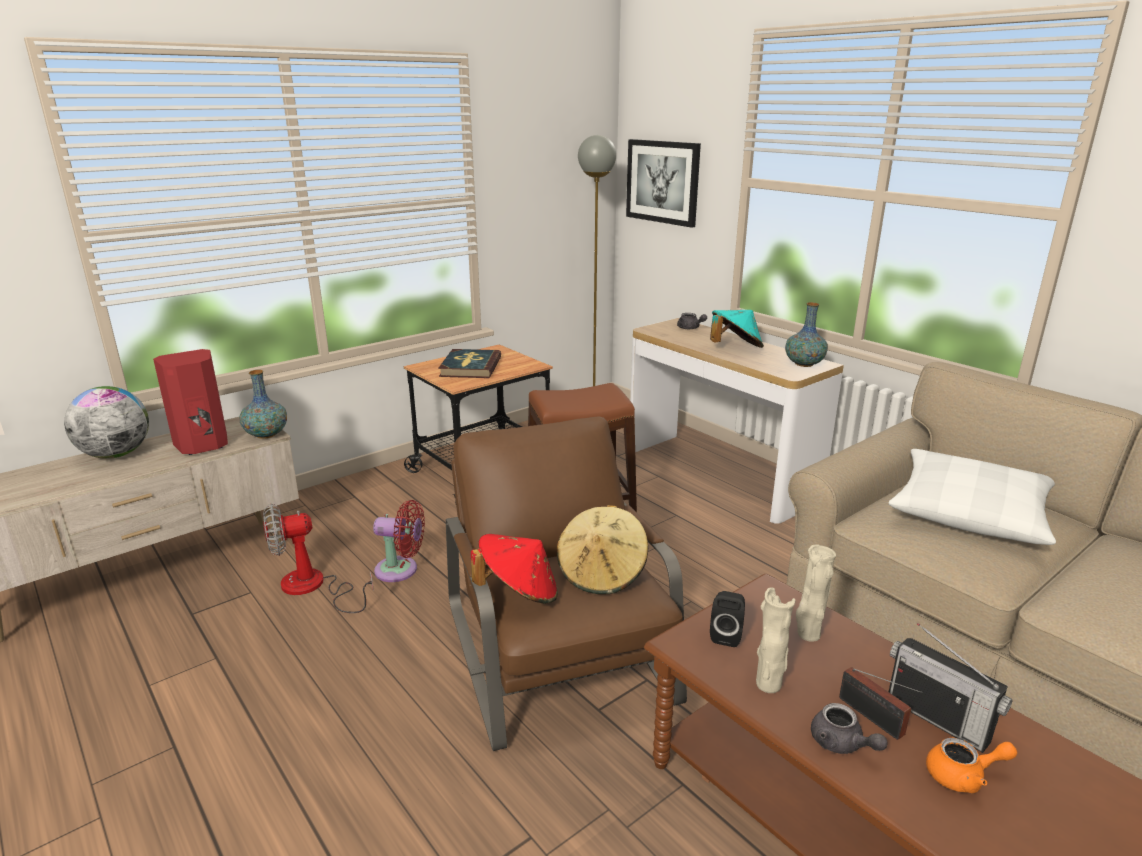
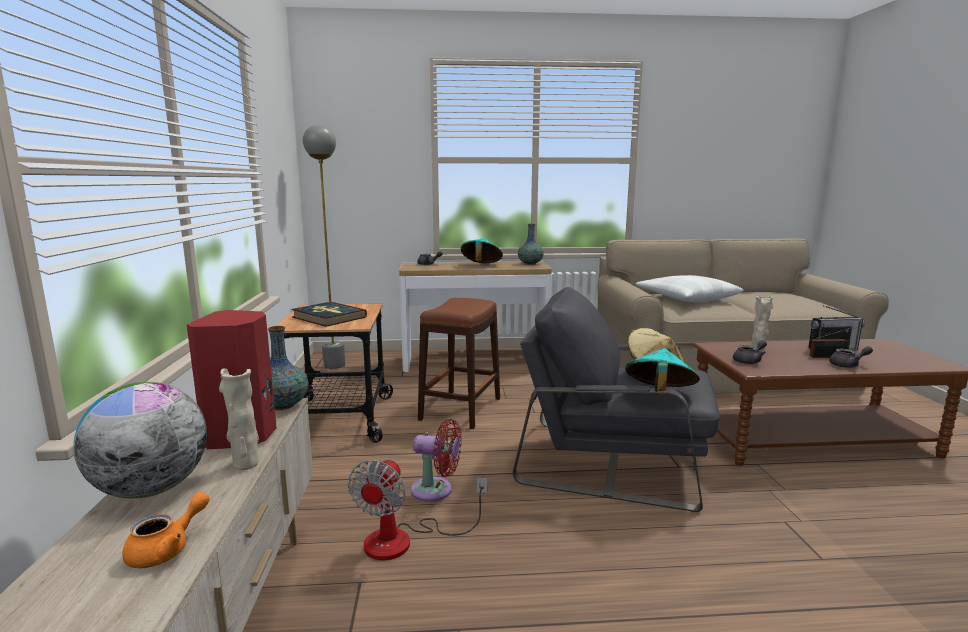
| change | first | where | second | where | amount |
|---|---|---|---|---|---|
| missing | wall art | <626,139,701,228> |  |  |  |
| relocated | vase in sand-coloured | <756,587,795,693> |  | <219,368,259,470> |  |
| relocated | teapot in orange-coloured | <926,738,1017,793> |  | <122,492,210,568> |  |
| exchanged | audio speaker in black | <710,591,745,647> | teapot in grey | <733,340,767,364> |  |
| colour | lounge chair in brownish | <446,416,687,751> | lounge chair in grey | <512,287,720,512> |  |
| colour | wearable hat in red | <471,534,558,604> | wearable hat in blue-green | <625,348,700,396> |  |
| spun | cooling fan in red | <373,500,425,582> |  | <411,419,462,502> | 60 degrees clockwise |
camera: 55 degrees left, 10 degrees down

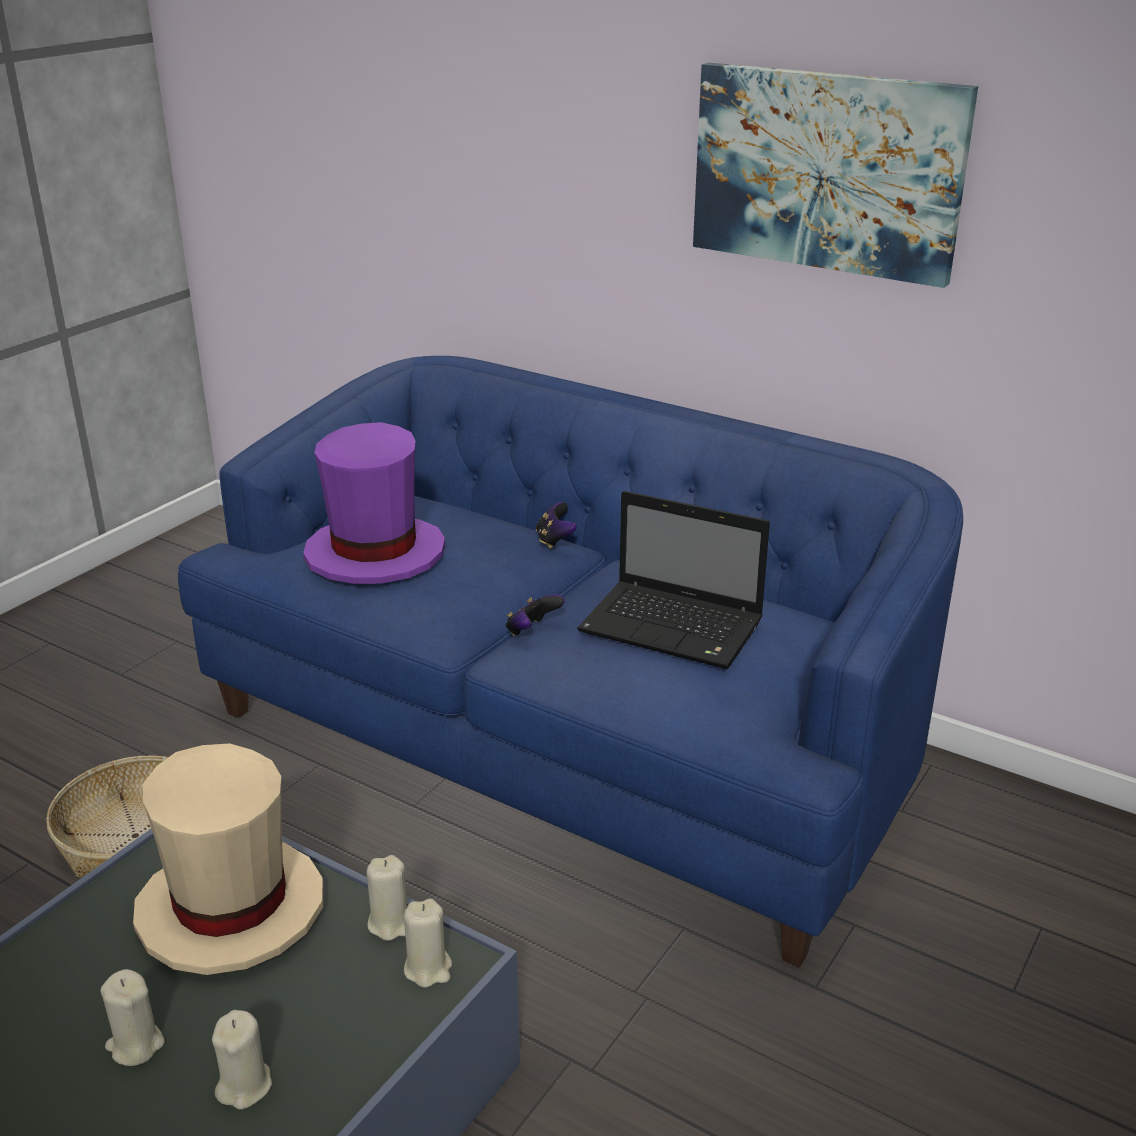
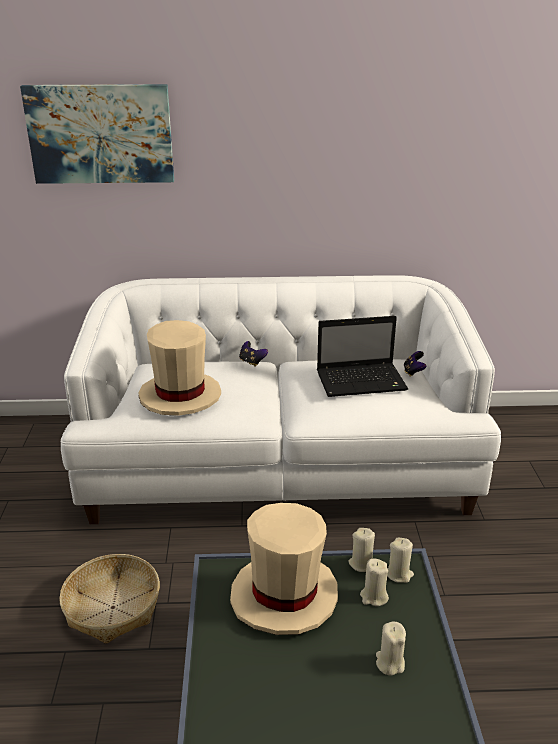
| change | first | where | second | where | amount |
|---|---|---|---|---|---|
| relocated | candle in sand-coloured | <100,969,165,1066> |  | <360,559,389,606> |  |
| relocated | gamepad | <506,594,565,636> |  | <404,351,426,377> |  |
| relocated | wall art | <693,63,978,288> |  | <20,84,174,184> |  |
| colour | settee in bluish | <178,356,963,967> | settee in white-coloured | <61,275,501,524> |  |
| colour | wearable hat in purple-coloured | <303,422,445,584> | wearable hat in sand-coloured | <138,320,221,416> |  |
camera: 35 degrees left, 0 degrees up

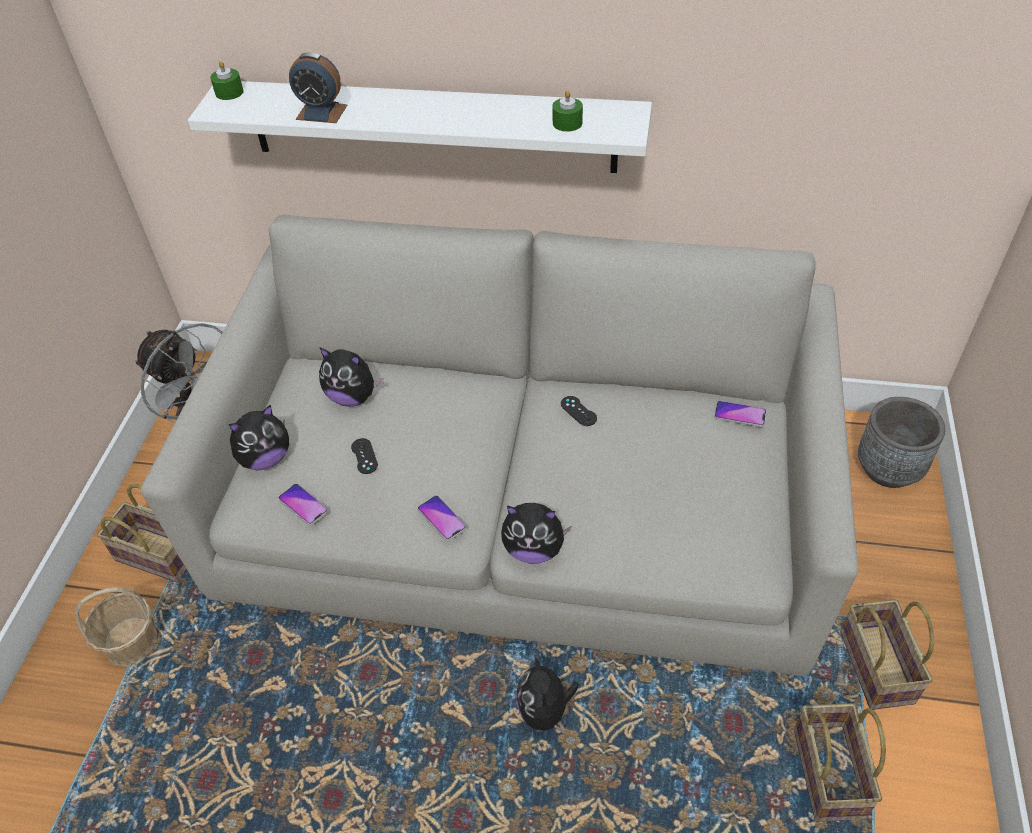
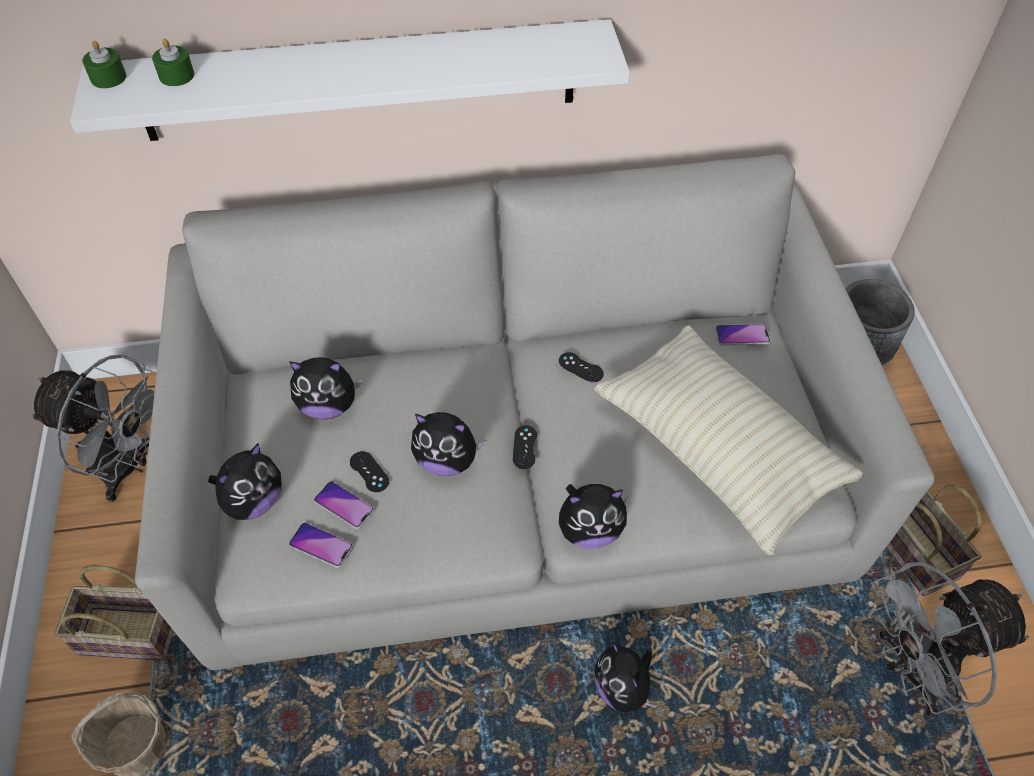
| change | first | where | second | where | amount |
|---|---|---|---|---|---|
| missing | table clock | <289,52,347,123> |  |  |  |
| appeared |  |  | cuddly toy | <411,412,486,476> |  |
| appeared |  |  | gamepad in black | <513,425,537,469> |  |
| appeared |  |  | cushion in sand-coloured | <594,325,864,555> |  |
| relocated | phone | <418,496,466,541> |  | <314,481,374,529> |  |
| relocated | candle in greenish | <552,90,583,132> |  | <152,38,194,86> |  |
| exchanged | basket | <794,703,886,822> | cooling fan in grey | <868,562,1029,719> |  |
camera: 20 degrees left, 5 degrees up

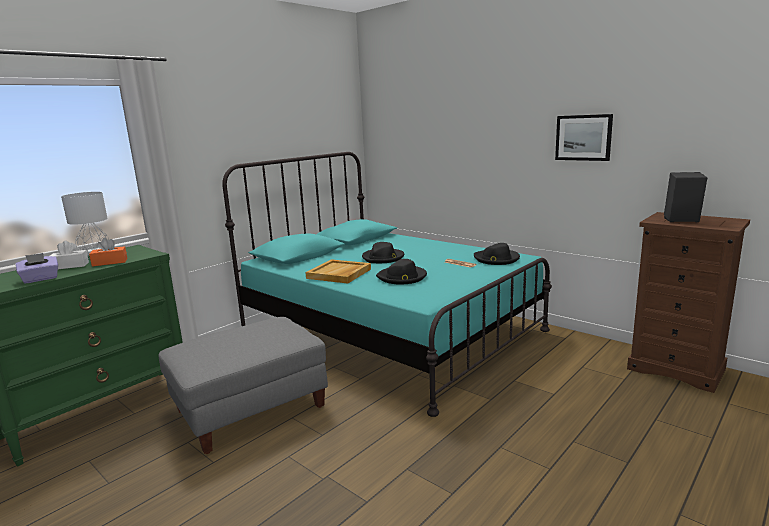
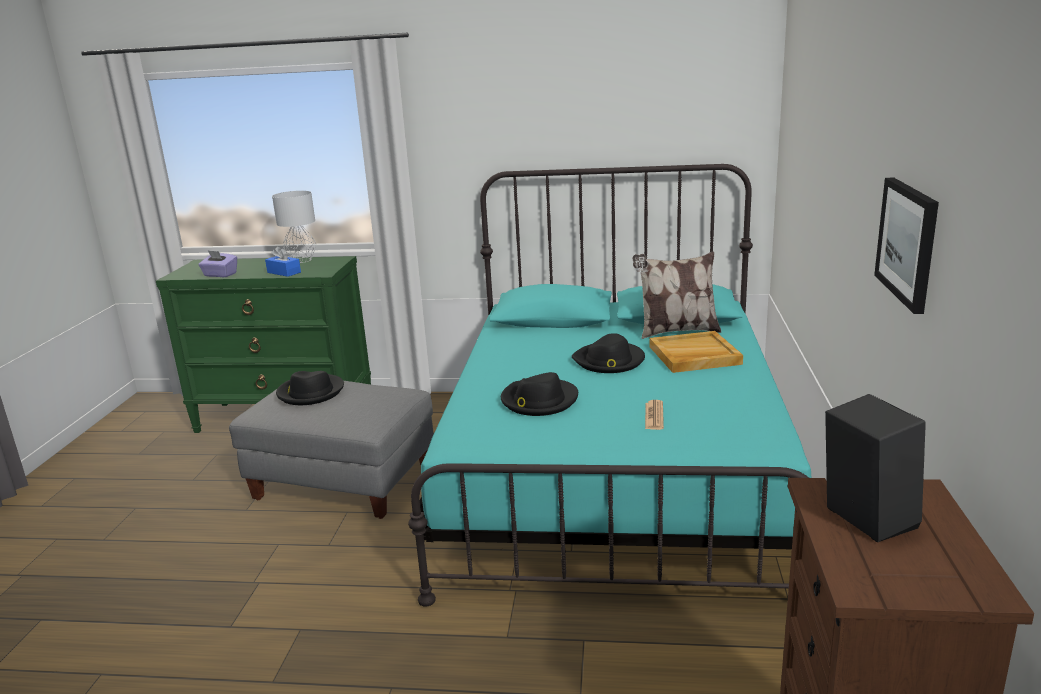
| change | first | where | second | where | amount |
|---|---|---|---|---|---|
| missing | box of tissues in white-coloured | <50,241,89,269> |  |  |  |
| appeared |  |  | cushion | <632,252,721,339> |  |
| relocated | carrying tray in sand-coloured | <305,259,371,284> |  | <650,331,743,373> |  |
| relocated | wearable hat in black | <474,243,520,265> |  | <276,371,344,405> |  |
| colour | box of tissues in orange-coloured | <89,238,128,267> | box of tissues in bluish | <265,246,301,277> |  |
camera: 55 degrees right, 5 degrees up

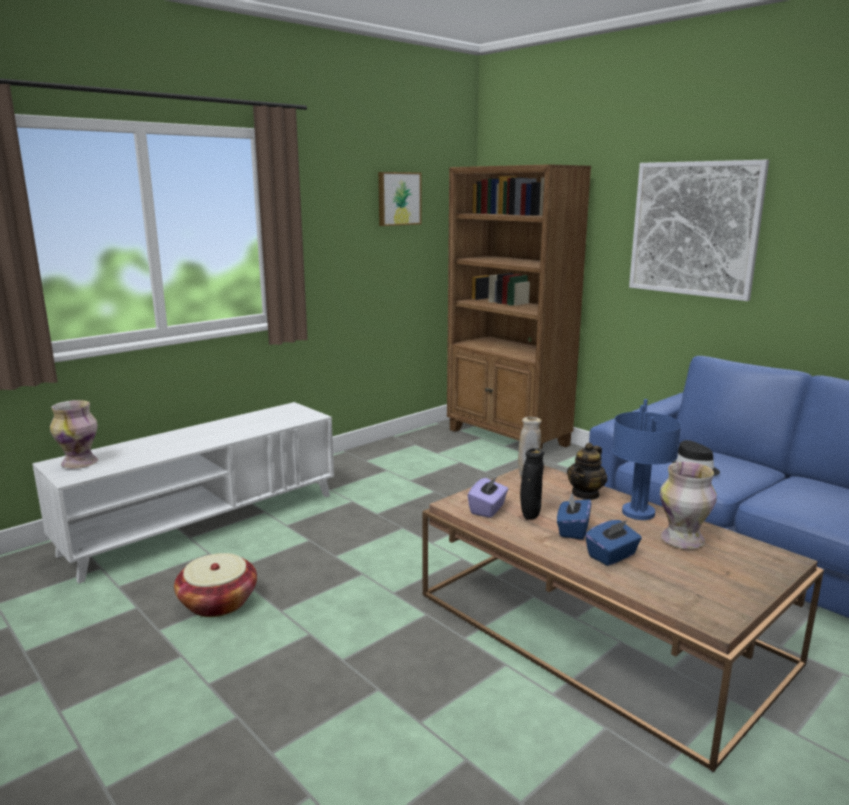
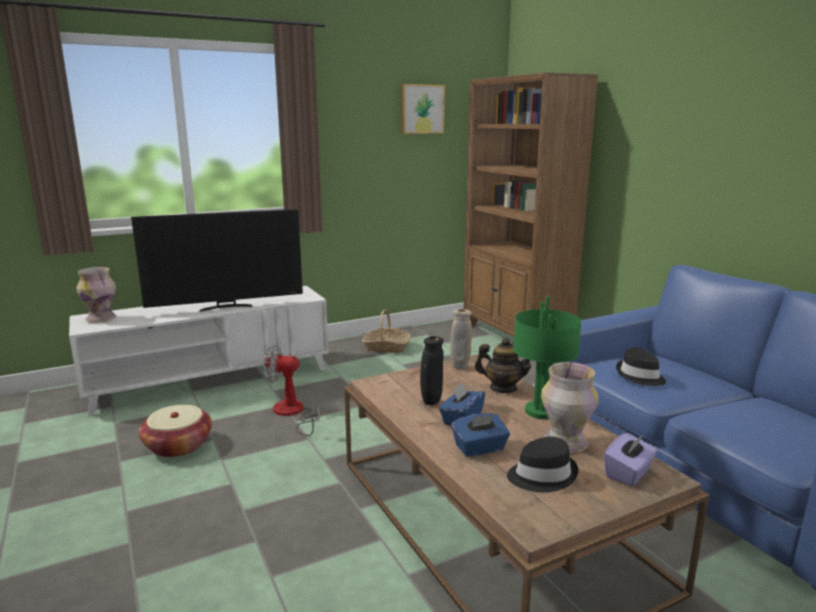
| change | first | where | second | where | amount |
|---|---|---|---|---|---|
| missing | wall art | <629,160,769,301> |  |  |  |
| appeared |  |  | television | <131,209,303,312> |  |
| appeared |  |  | cooling fan | <263,345,320,436> |  |
| appeared |  |  | basket | <362,309,410,353> |  |
| appeared |  |  | wearable hat in black | <507,436,578,493> |  |
| relocated | box of tissues in purple-coloured | <468,475,508,518> |  | <604,433,657,487> |  |
| colour | tabletop lamp in bluish | <612,399,681,520> | tabletop lamp in greenish | <513,296,582,419> |  |
| spun | teapot | <567,442,607,500> |  | <475,337,531,393> | 120 degrees counterclockwise |
camera: 15 degrees right, 0 degrees up

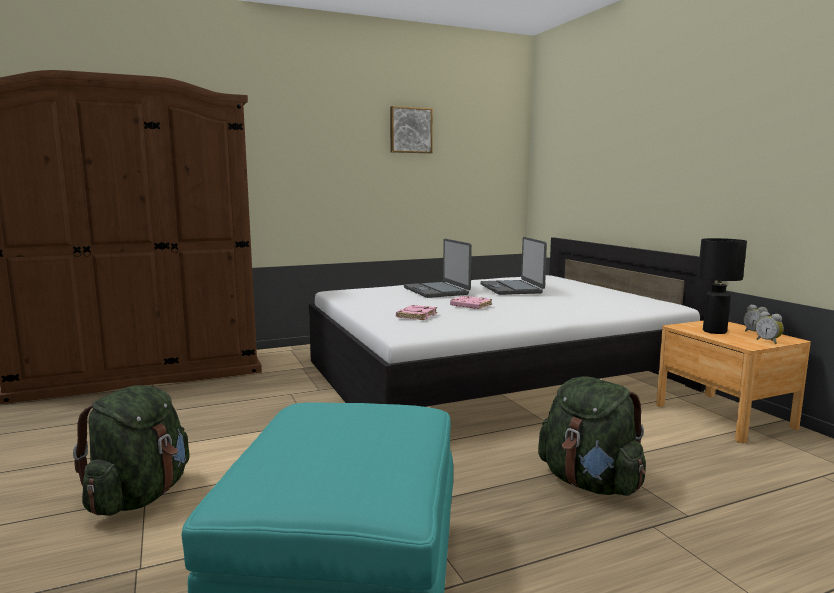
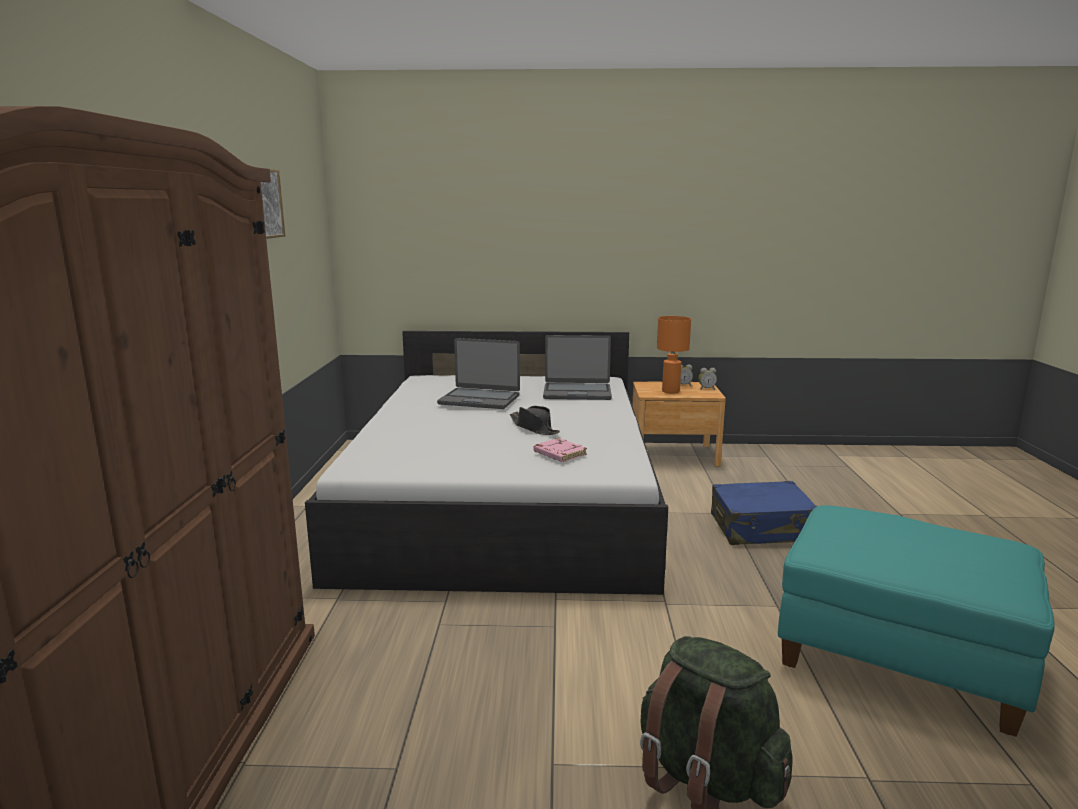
| change | first | where | second | where | amount |
|---|---|---|---|---|---|
| relocated | notebook computer | <404,239,472,298> |  | <543,335,612,400> |  |
| exchanged | book in pink-coloured | <450,296,492,309> | wearable hat in black | <510,406,560,435> |  |
| exchanged | knapsack in greenish | <538,376,646,496> | suitcase in bluish | <711,481,817,545> |  |
| colour | tabletop lamp in black | <698,238,747,334> | tabletop lamp in orange-coloured | <657,316,691,394> |  |
camera: 65 degrees left, 5 degrees up

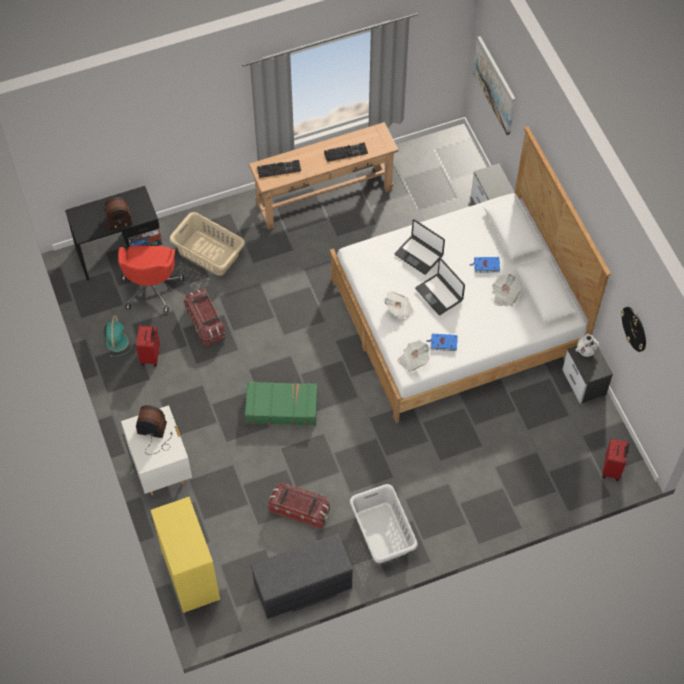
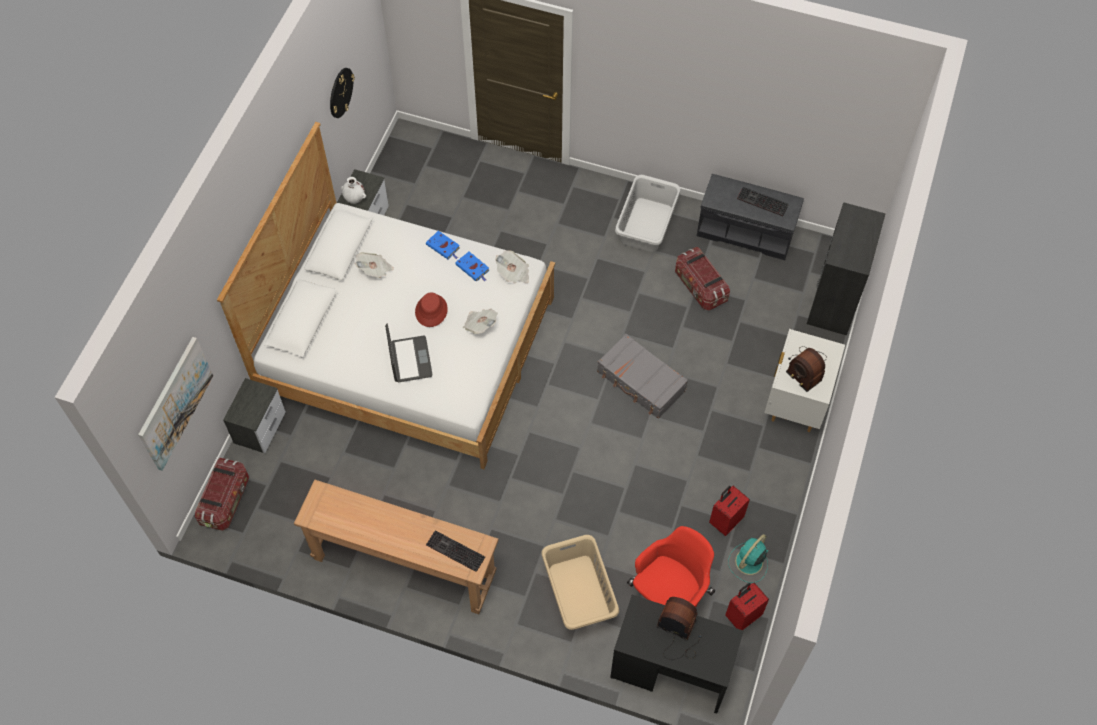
| change | first | where | second | where | amount |
|---|---|---|---|---|---|
| relocated | storage bin | <184,289,226,345> |  | <195,458,250,531> |  |
| relocated | keyboard | <324,142,368,162> |  | <737,187,788,216> |  |
| relocated | book in bluish | <470,257,500,273> |  | <426,231,460,259> |  |
| relocated | suitcase in red | <602,438,630,481> |  | <725,583,769,630> |  |
| exchanged | notebook computer | <415,258,465,315> | wearable hat in red | <415,292,448,327> |  |
| colour | chest of drawers in yellow | <151,497,220,613> | chest of drawers in black | <807,202,885,335> |  |
| colour | suitcase in greenish | <245,382,318,426> | suitcase in grey | <597,334,688,419> |  |
camera: 140 degrees left, 0 degrees up

